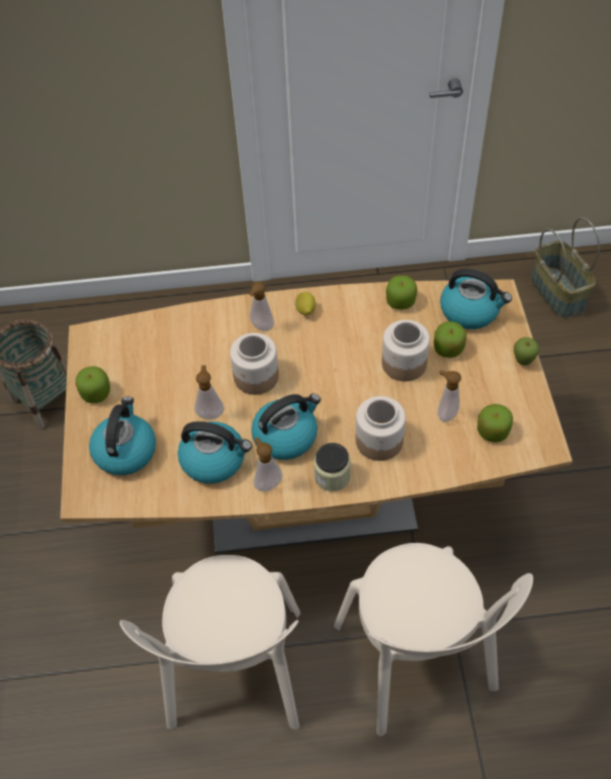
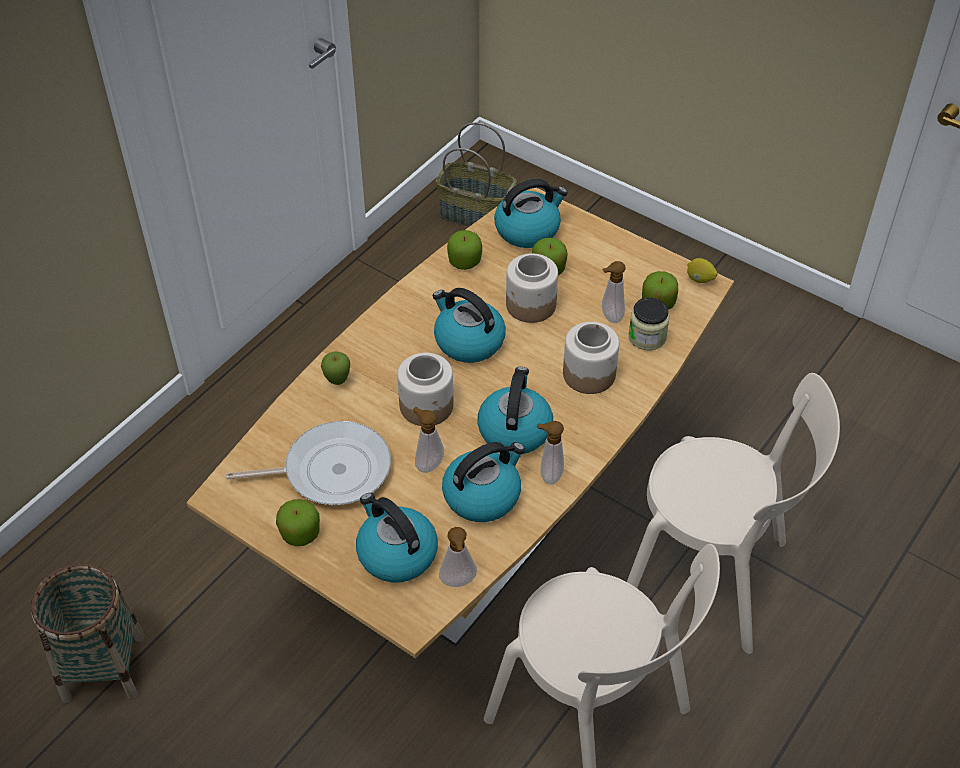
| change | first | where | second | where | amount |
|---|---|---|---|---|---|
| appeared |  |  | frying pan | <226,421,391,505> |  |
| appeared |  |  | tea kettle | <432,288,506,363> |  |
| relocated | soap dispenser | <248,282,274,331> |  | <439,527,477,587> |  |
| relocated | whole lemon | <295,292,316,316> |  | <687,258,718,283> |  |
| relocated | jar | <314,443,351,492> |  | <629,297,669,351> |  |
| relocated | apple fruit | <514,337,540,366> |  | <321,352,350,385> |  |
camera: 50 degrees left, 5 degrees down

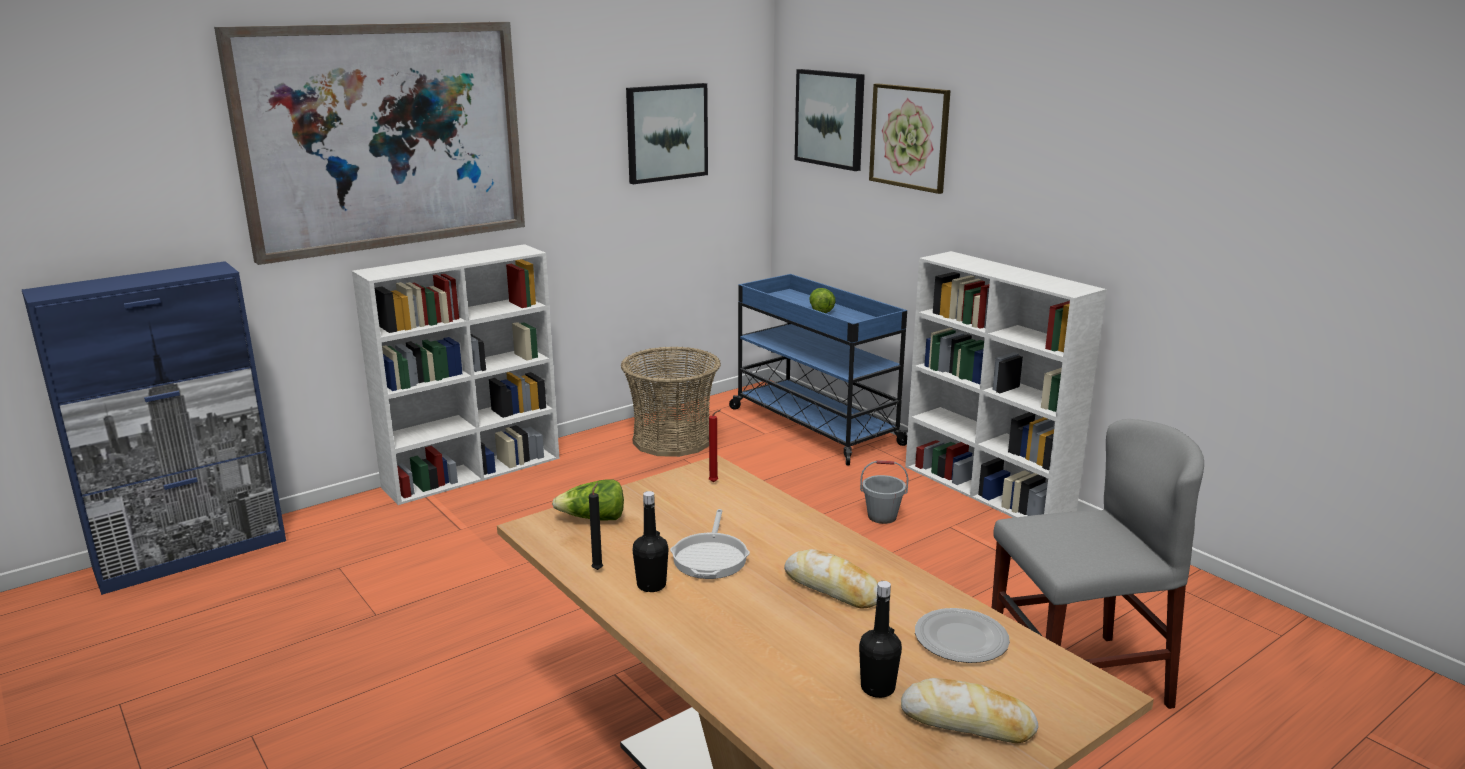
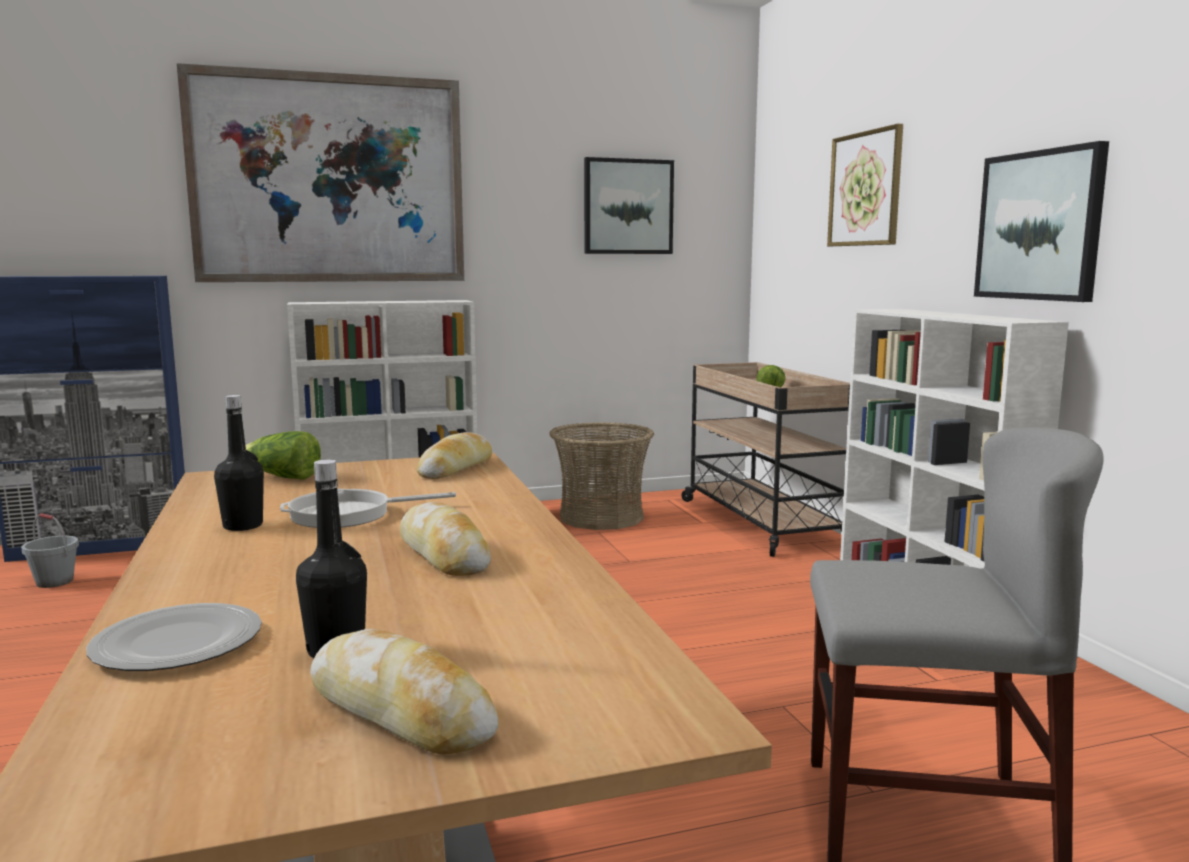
| change | first | where | second | where | amount |
|---|---|---|---|---|---|
| missing | candle in black | <589,482,603,570> |  |  |  |
| relocated | wall art | <795,69,865,171> |  | <974,141,1109,302> |  |
| relocated | bucket in grey | <860,460,908,524> |  | <21,513,79,588> |  |
| relocated | flat dish | <915,608,1010,663> |  | <86,603,262,671> |  |
| exchanged | candle in red | <709,409,722,482> | bakery bread | <417,432,492,479> |  |
| colour | wheeled cart in bluish | <729,274,908,465> | wheeled cart in sand-coloured | <682,362,850,557> |  |
| spun | frying pan | <670,509,750,579> |  | <280,489,456,528> | 45 degrees clockwise |
camera: 20 degrees right, 10 degrees down

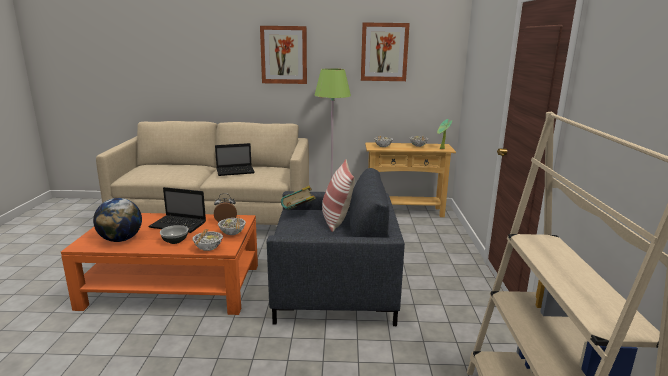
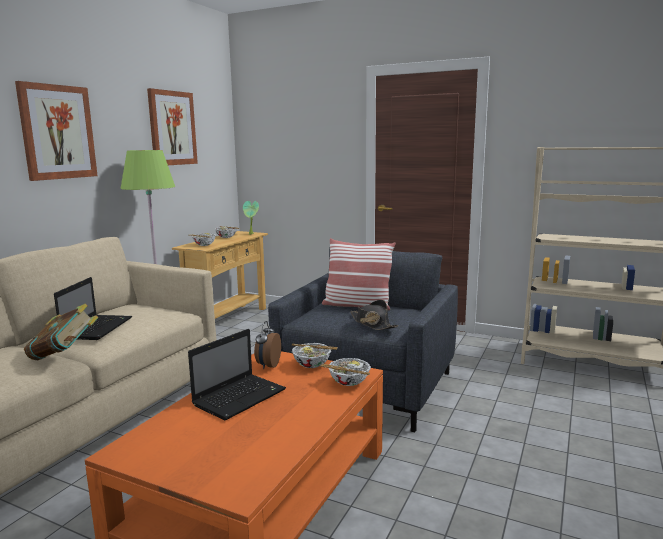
| change | first | where | second | where | amount |
|---|---|---|---|---|---|
| missing | world globe | <93,198,142,242> |  |  |  |
| missing | deep dish | <160,225,188,244> |  |  |  |
| appeared |  |  | wearable hat in black | <350,300,399,330> |  |
| relocated | book | <281,186,316,210> |  | <24,304,98,360> |  |
camera: 65 degrees left, 5 degrees down

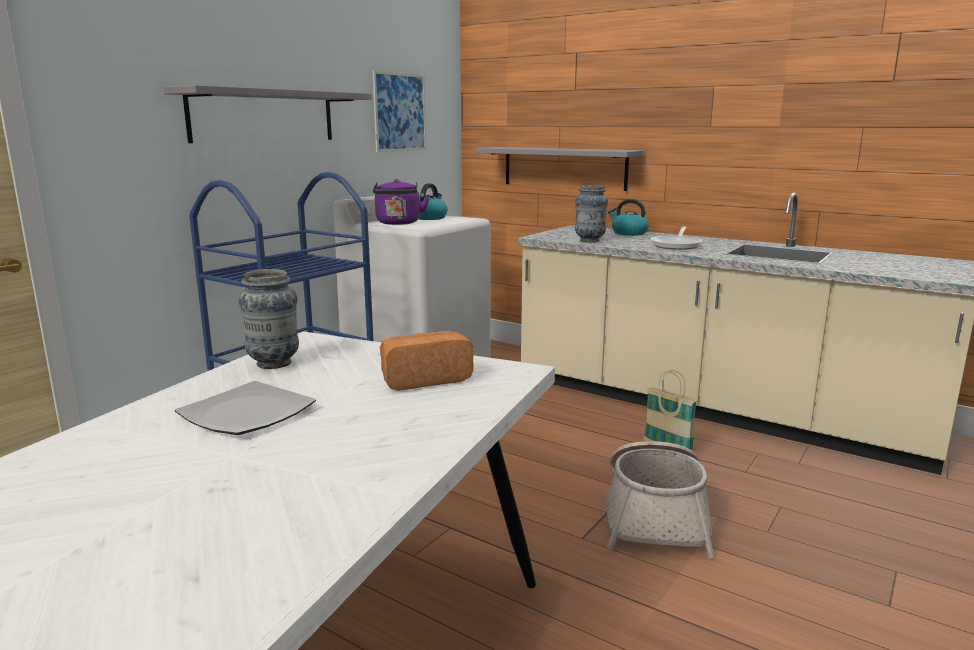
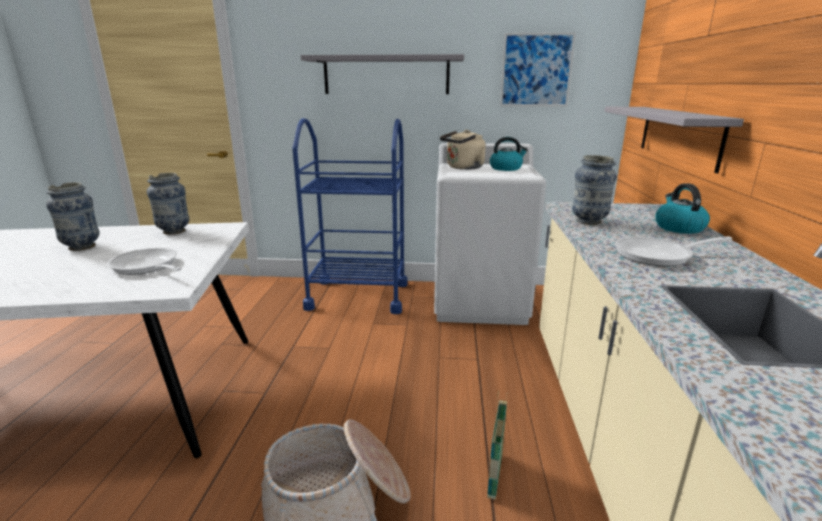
| change | first | where | second | where | amount |
|---|---|---|---|---|---|
| exchanged | flat dish | <175,381,316,435> | vase | <46,182,100,251> |  |
| exchanged | bakery bread | <380,331,473,391> | frying pan | <107,248,182,275> |  |
| colour | tea kettle in purple-coloured | <373,179,429,225> | tea kettle in sand-coloured | <440,130,486,170> |  |
camera: 60 degrees right, 5 degrees up

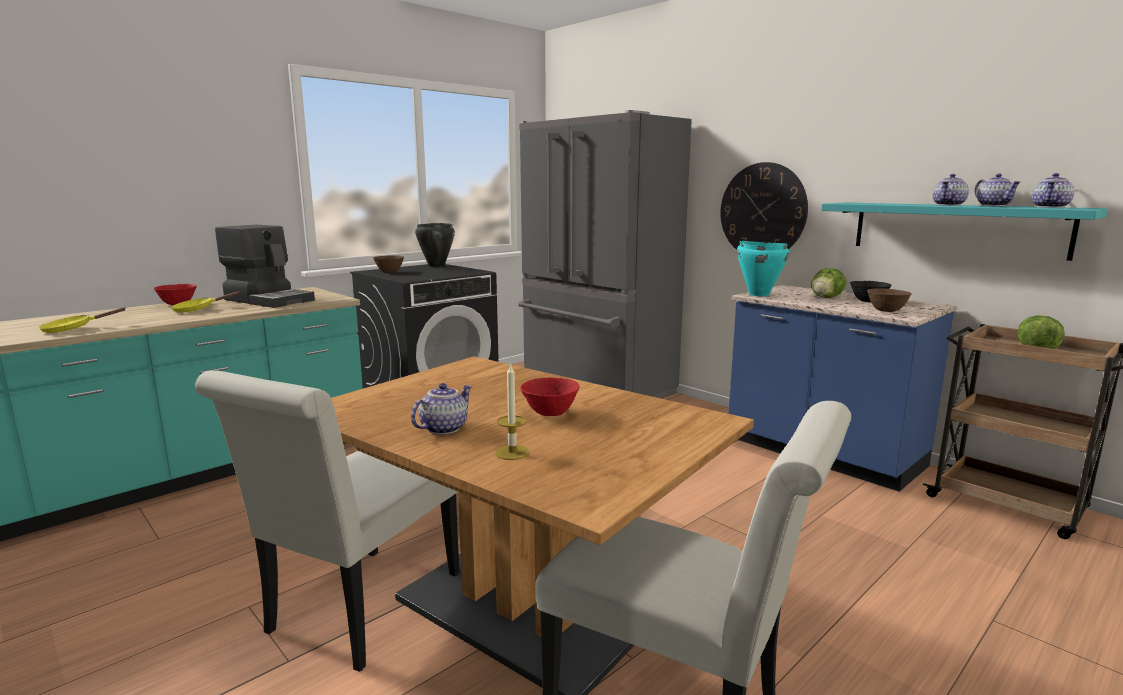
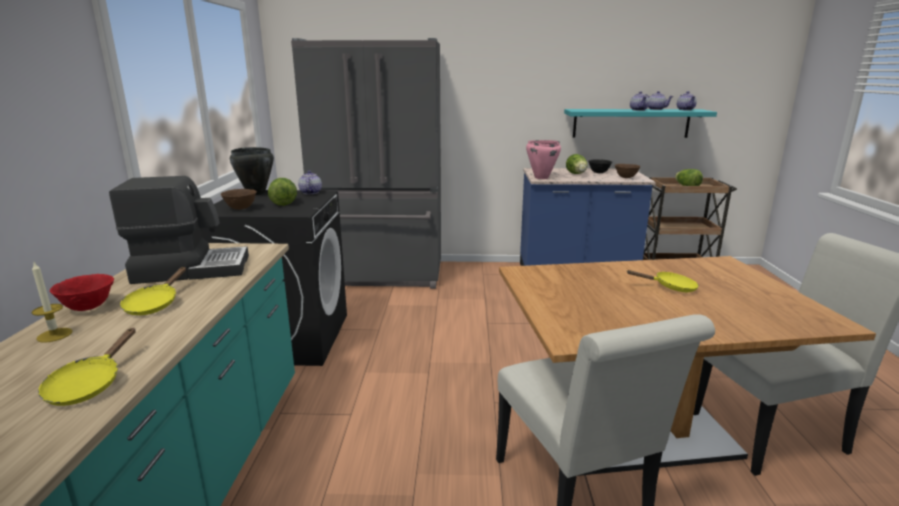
| change | first | where | second | where | amount |
|---|---|---|---|---|---|
| missing | hanging clock | <720,162,808,250> |  |  |  |
| appeared |  |  | lettuce head | <268,178,297,206> |  |
| relocated | teapot | <411,383,472,434> |  | <298,171,322,194> |  |
| relocated | candle | <495,363,530,460> |  | <32,262,73,343> |  |
| exchanged | deep dish in red | <520,377,579,416> | frying pan in yellow | <627,270,699,292> |  |
| colour | saucepot in blue-green | <737,241,789,296> | saucepot in pink-coloured | <526,140,561,179> |  |
camera: 45 degrees left, 5 degrees up

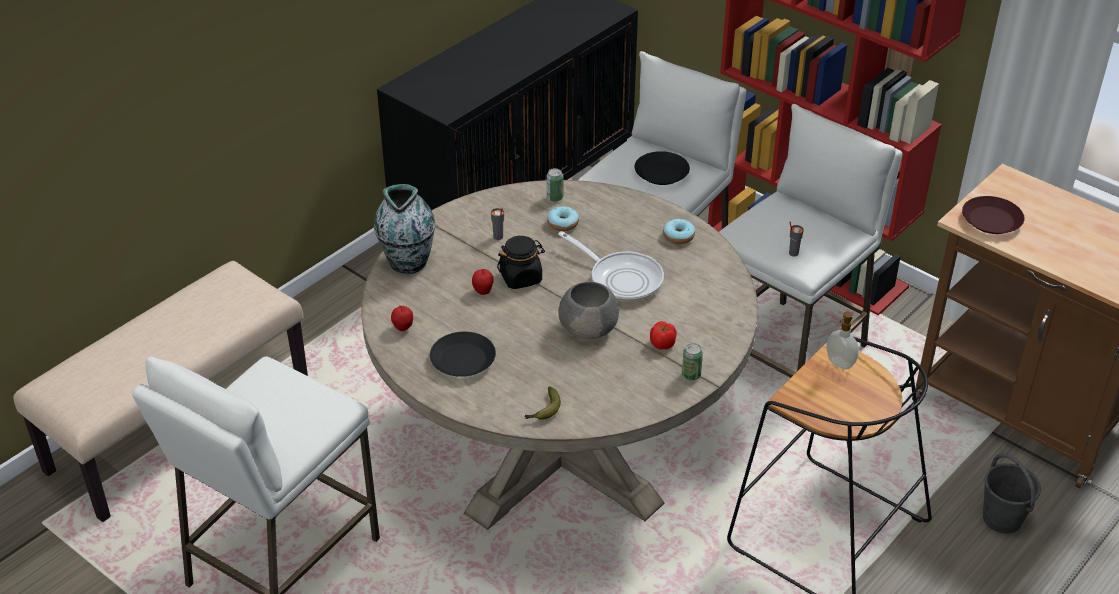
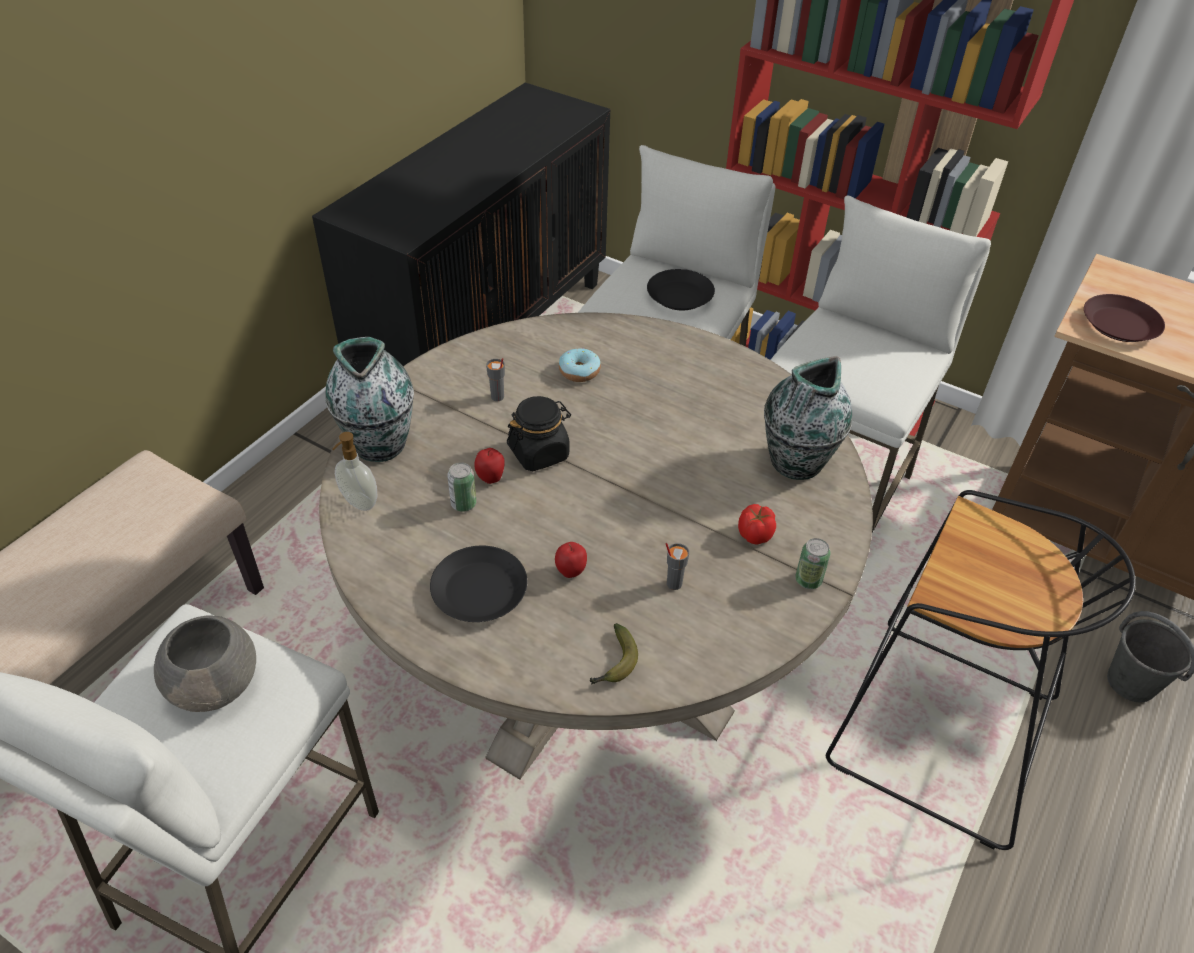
| change | first | where | second | where | amount |
|---|---|---|---|---|---|
| missing | frying pan | <558,231,664,301> |  |  |  |
| missing | donut | <663,219,695,244> |  |  |  |
| appeared |  |  | vase | <764,356,852,480> |  |
| relocated | apple fruit | <391,305,413,331> |  | <555,542,587,578> |  |
| relocated | can | <547,168,563,202> |  | <447,462,476,512> |  |
| relocated | deep dish in grey | <559,281,619,339> |  | <154,615,256,712> |  |
| relocated | drinking cup in grey | <789,222,804,256> |  | <666,543,689,590> |  |
| relocated | soap dispenser | <826,311,859,370> |  | <332,432,378,511> |  |
camera: 10 degrees left, 5 degrees up

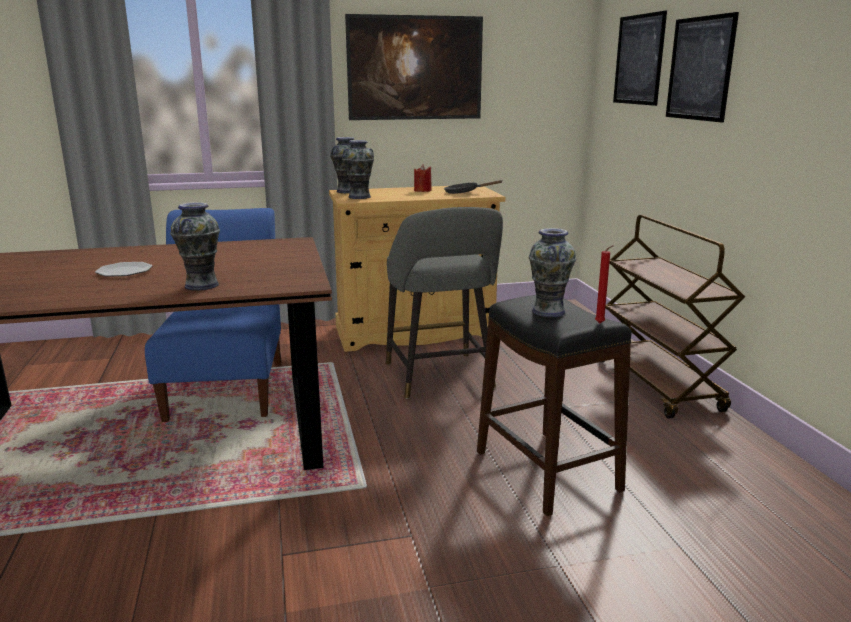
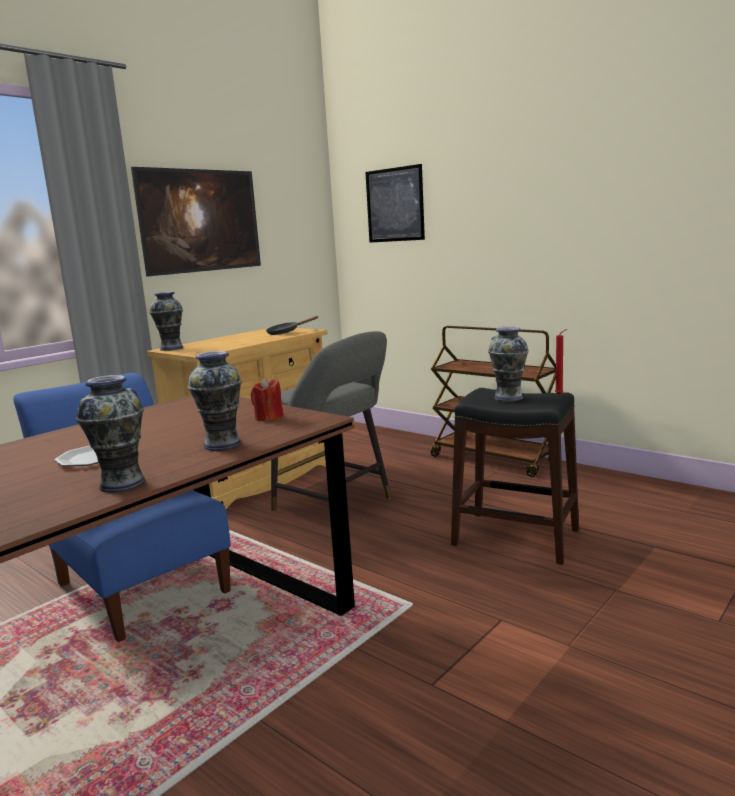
| change | first | where | second | where | amount |
|---|---|---|---|---|---|
| missing | wall art | <666,12,739,122> |  |  |  |
| relocated | vase | <342,140,374,199> |  | <76,375,145,493> |  |
| relocated | candle in red | <414,165,432,192> |  | <251,378,284,421> |  |
camera: 35 degrees left, 5 degrees down

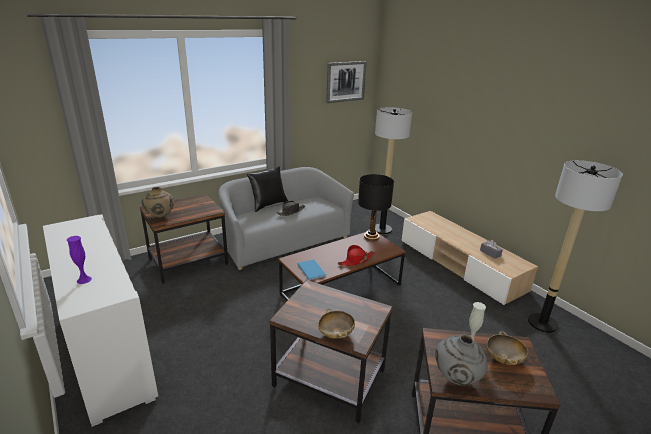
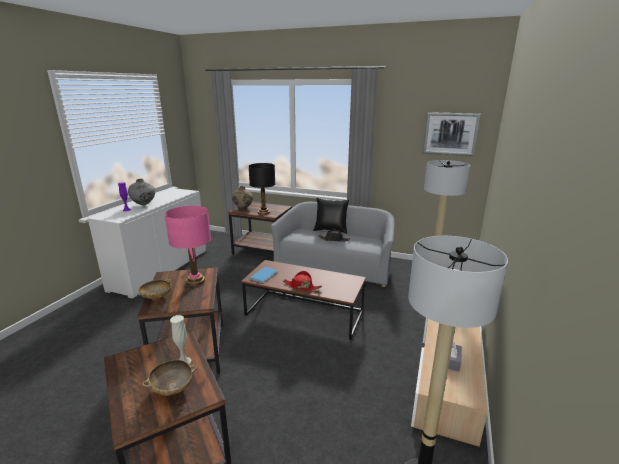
| change | first | where | second | where | amount |
|---|---|---|---|---|---|
| appeared |  |  | tabletop lamp in pink-coloured | <165,206,211,286> |  |
| relocated | tabletop lamp in black | <358,174,394,241> |  | <249,163,275,215> |  |
| relocated | vase in grey | <435,334,488,386> |  | <128,179,155,205> |  |
camera: 55 degrees right, 5 degrees down

